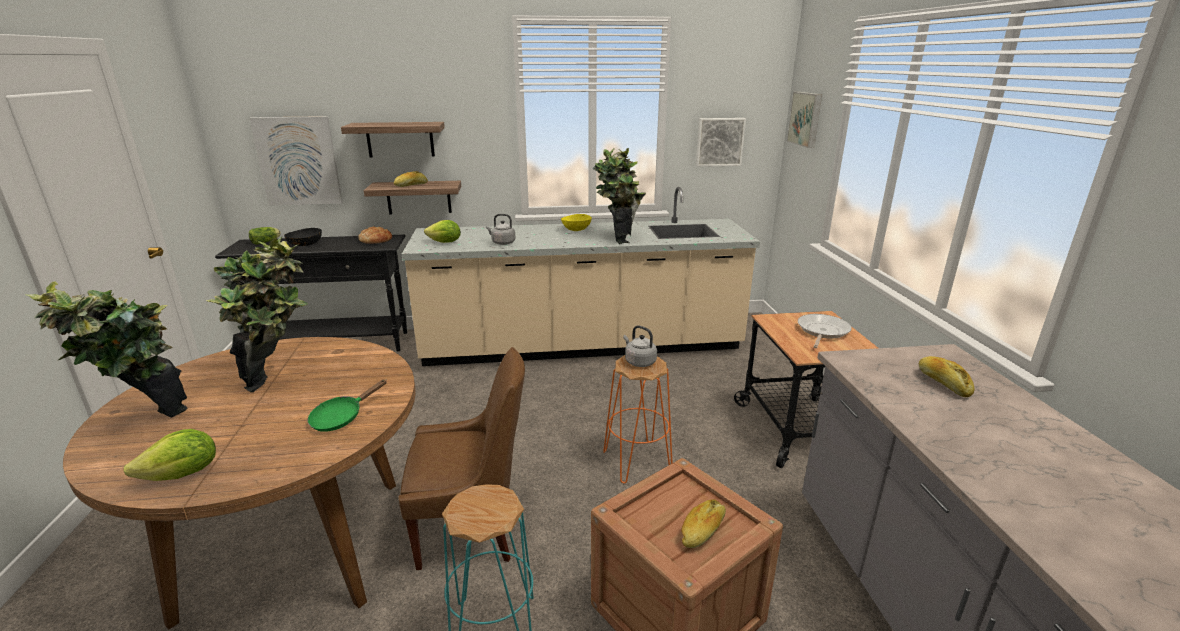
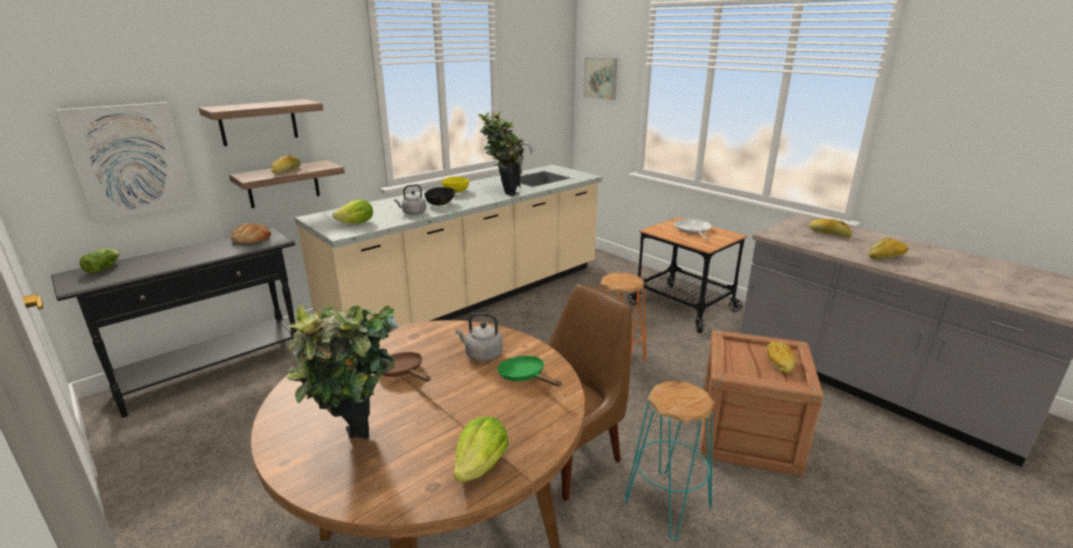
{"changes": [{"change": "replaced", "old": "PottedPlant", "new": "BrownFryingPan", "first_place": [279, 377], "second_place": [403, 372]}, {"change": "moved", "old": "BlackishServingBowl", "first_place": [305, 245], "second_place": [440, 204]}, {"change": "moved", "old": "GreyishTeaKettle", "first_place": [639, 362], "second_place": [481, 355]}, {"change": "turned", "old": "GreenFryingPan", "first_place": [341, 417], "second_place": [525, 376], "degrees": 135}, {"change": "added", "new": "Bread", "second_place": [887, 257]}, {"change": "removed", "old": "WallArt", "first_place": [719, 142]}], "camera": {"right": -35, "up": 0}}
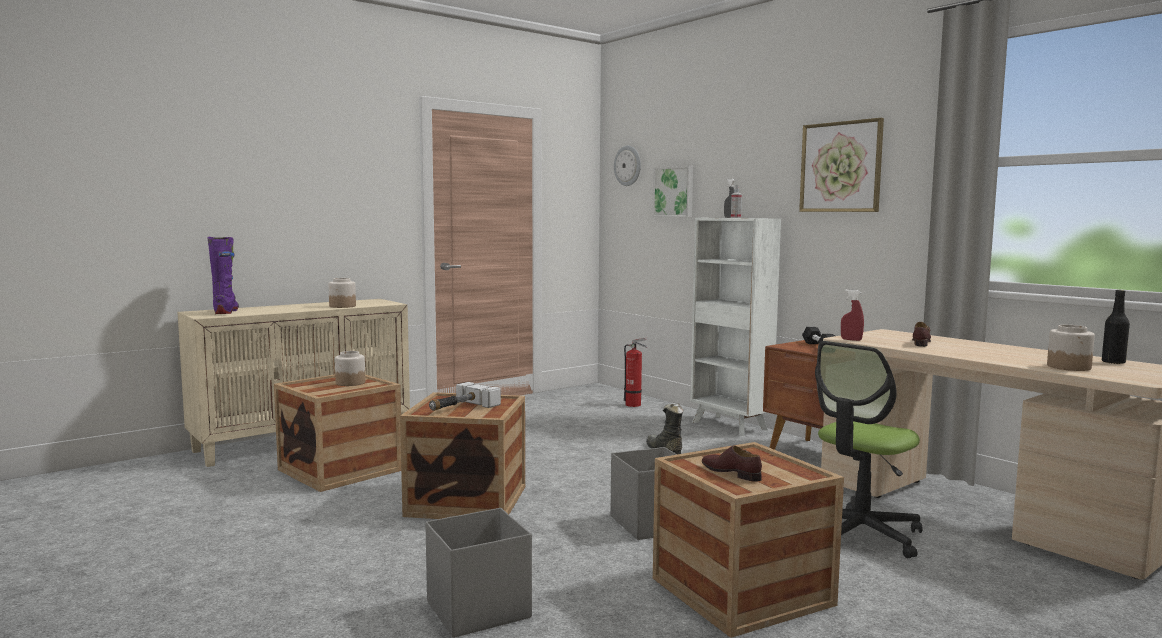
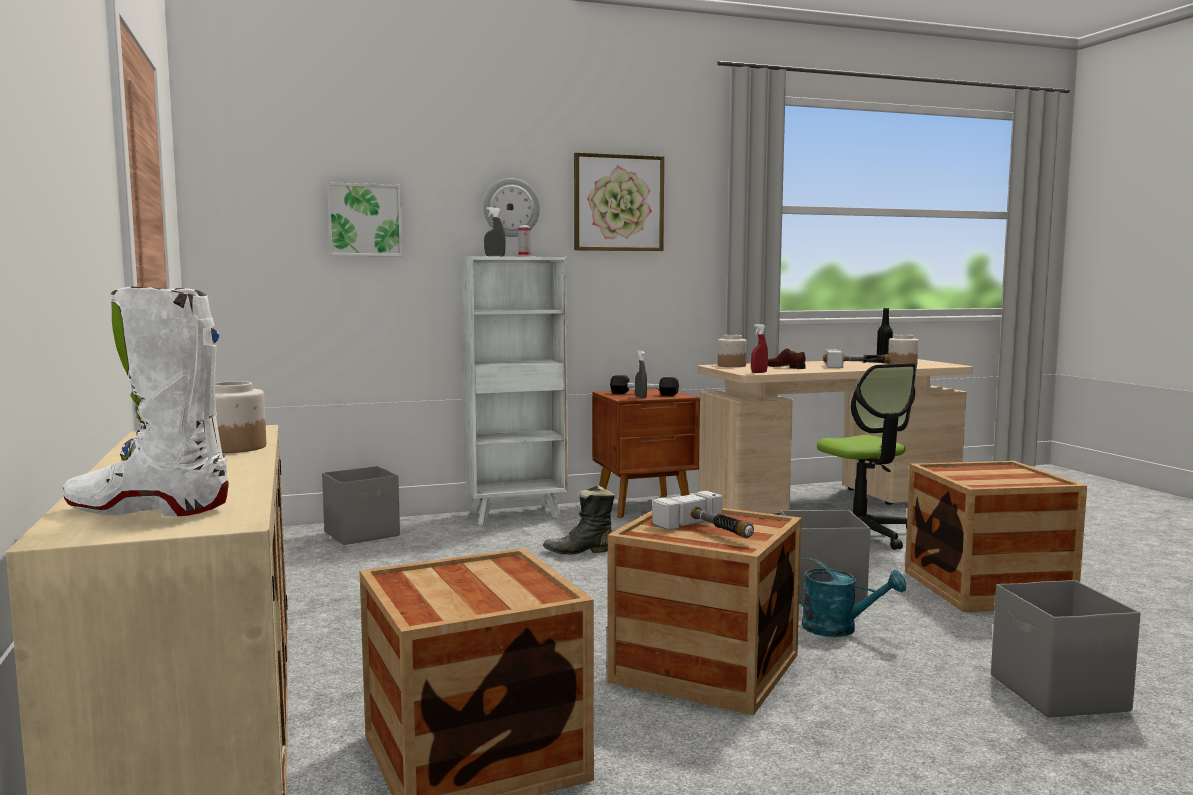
{"changes": [{"change": "recoloured", "old": "PurpleTallBoot", "new": "WhitishTallBoot", "first_place": [226, 312], "second_place": [148, 509]}, {"change": "replaced", "old": "Extinguisher", "new": "GreyishStorageContainer", "first_place": [635, 405], "second_place": [363, 534]}, {"change": "moved", "old": "ClockOnTheWall", "first_place": [628, 165], "second_place": [511, 207]}, {"change": "added", "new": "GreyishHandSprayer", "second_place": [640, 397]}, {"change": "moved", "old": "PreserveJar", "first_place": [350, 383], "second_place": [731, 366]}, {"change": "added", "new": "BlueGreenWateringCan", "second_place": [839, 629]}, {"change": "added", "new": "HandHammer", "second_place": [857, 366]}, {"change": "removed", "old": "BrownShoe", "first_place": [731, 473]}], "camera": {"right": -70, "up": 0}}
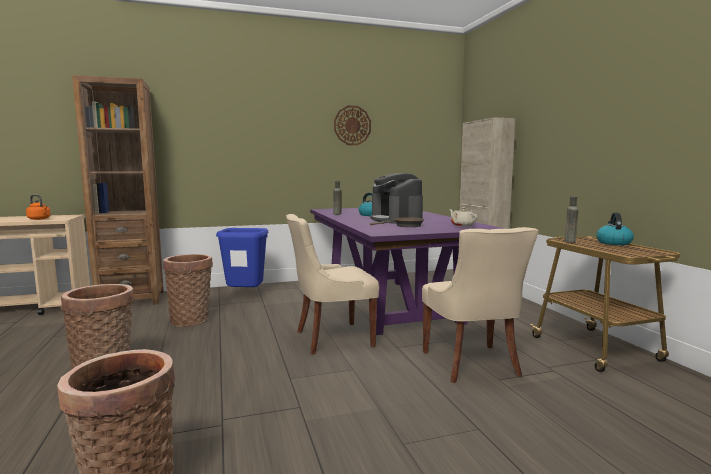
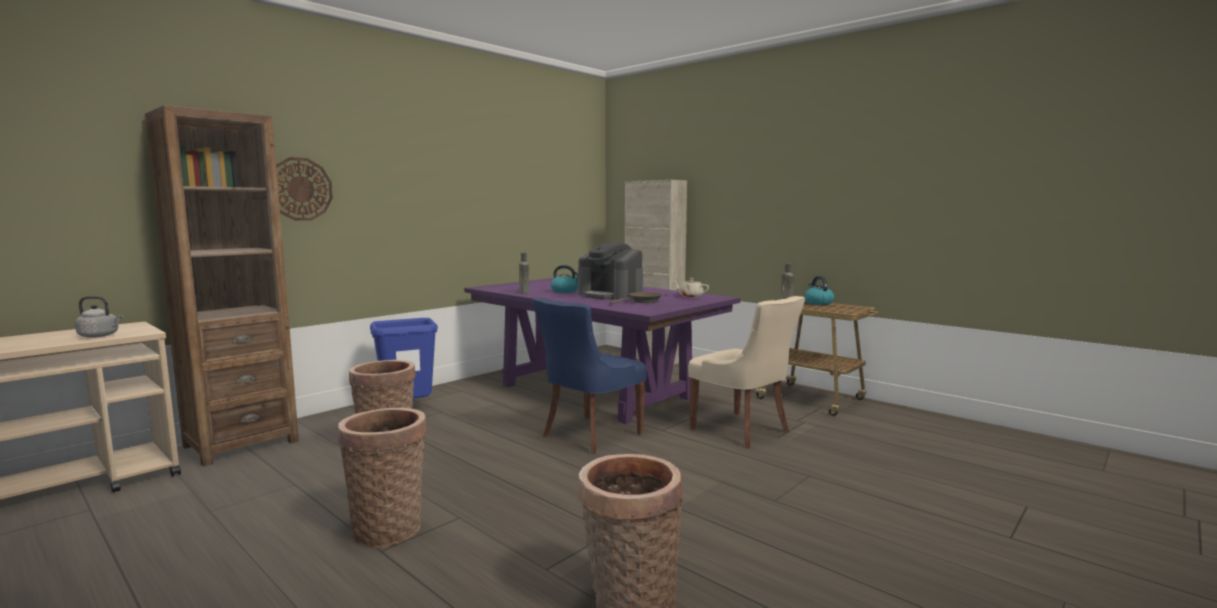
{"changes": [{"change": "recoloured", "old": "OrangeTeaKettle", "new": "GreyishTeaKettle", "first_place": [39, 219], "second_place": [100, 335]}, {"change": "moved", "old": "ClockOnTheWall", "first_place": [352, 125], "second_place": [300, 189]}, {"change": "recoloured", "old": "BeigeUprightChair", "new": "BlueColouredUprightChair", "first_place": [332, 338], "second_place": [589, 435]}], "camera": {"right": -30, "up": 0}}
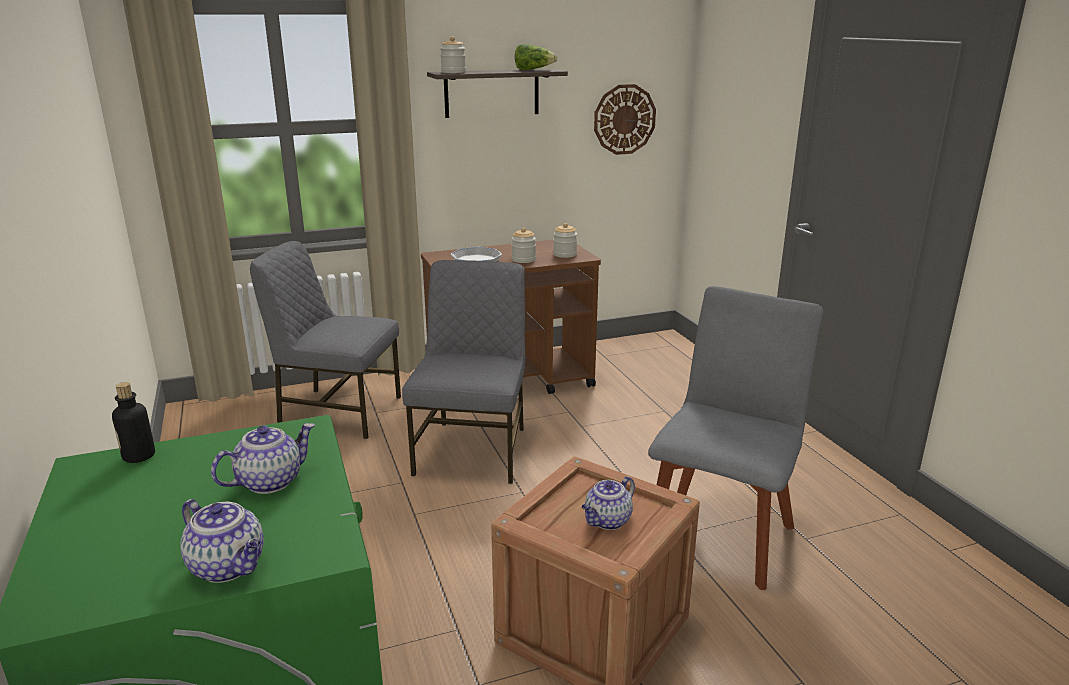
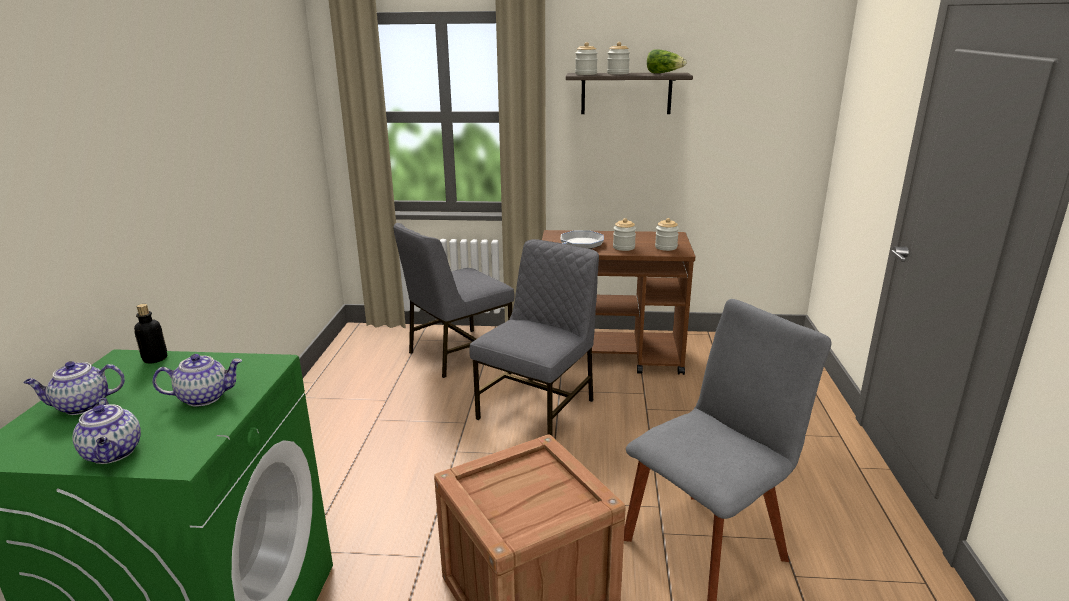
{"changes": [{"change": "moved", "old": "Teapot", "first_place": [607, 521], "second_place": [81, 406]}, {"change": "turned", "old": "GreyishUprightChair", "first_place": [338, 411], "second_place": [458, 353], "degrees": -75}, {"change": "added", "new": "PreserveJar", "second_place": [617, 73]}, {"change": "removed", "old": "ClockOnTheWall", "first_place": [624, 119]}], "camera": {"right": 25, "up": 0}}
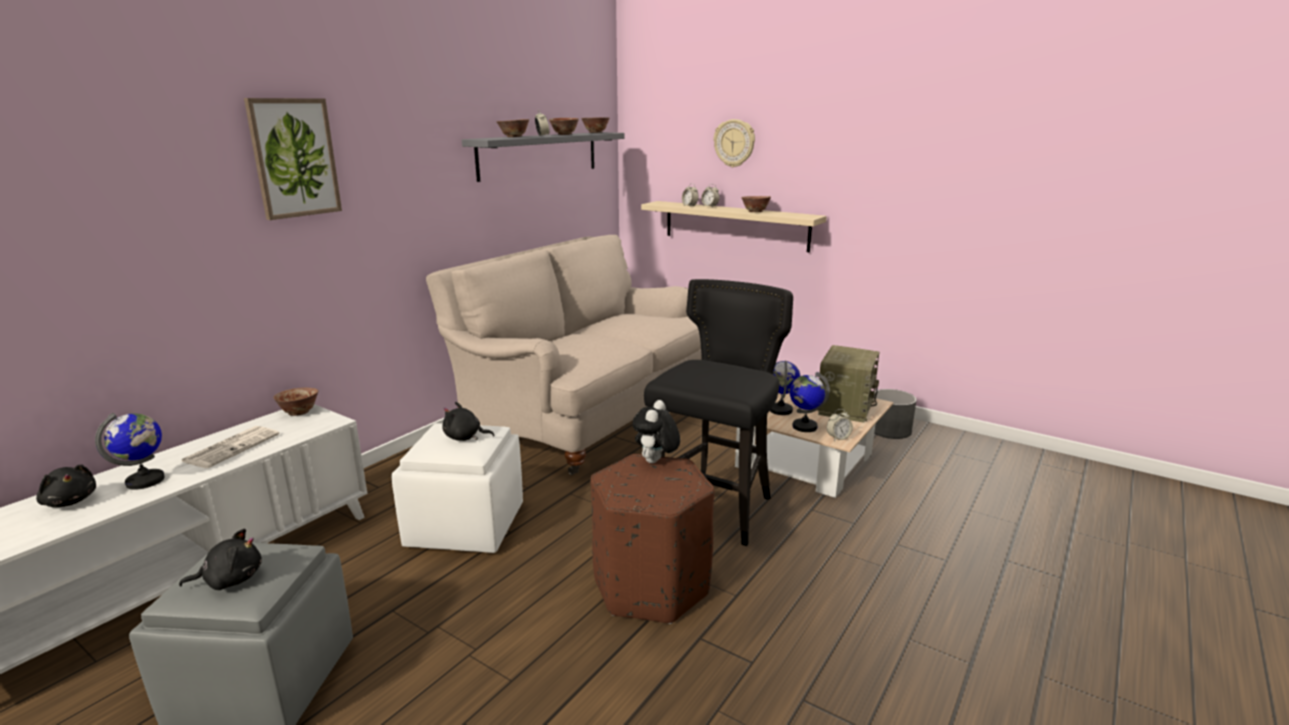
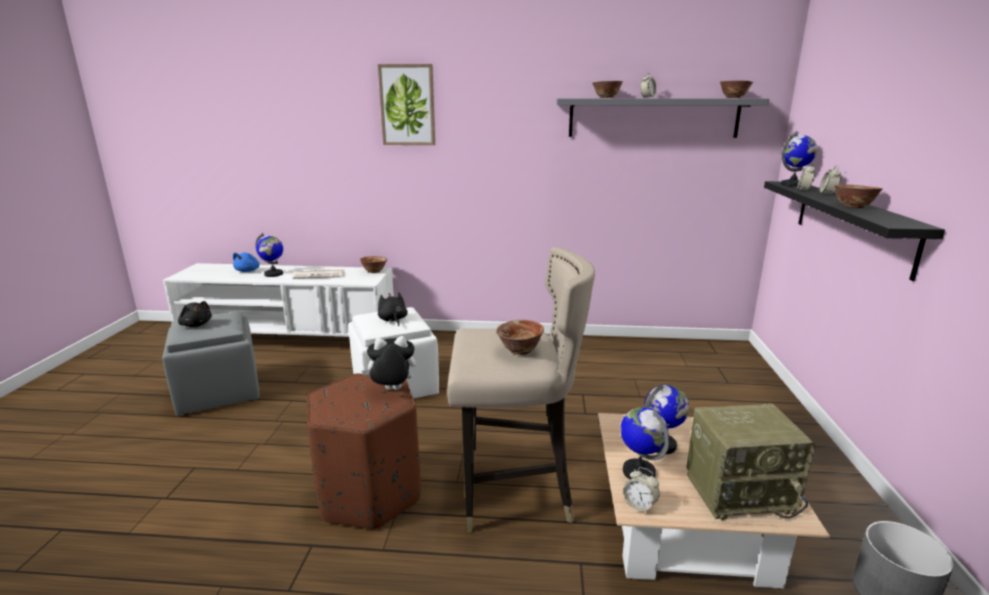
{"changes": [{"change": "recoloured", "old": "BlackishSoftToy", "new": "BlueColouredSoftToy", "first_place": [70, 501], "second_place": [248, 271]}, {"change": "recoloured", "old": "BlackishStoolSeat", "new": "BeigeStoolSeat", "first_place": [716, 510], "second_place": [514, 493]}, {"change": "moved", "old": "ServingBowl", "first_place": [564, 134], "second_place": [520, 350]}, {"change": "recoloured", "old": "BeigeBracketShelf", "new": "BlackishBracketShelf", "first_place": [735, 225], "second_place": [851, 224]}, {"change": "added", "new": "DeskGlobe", "second_place": [793, 185]}, {"change": "removed", "old": "BeigeSofa", "first_place": [586, 415]}, {"change": "removed", "old": "ClockOnTheWall", "first_place": [734, 143]}], "camera": {"right": 60, "up": 0}}
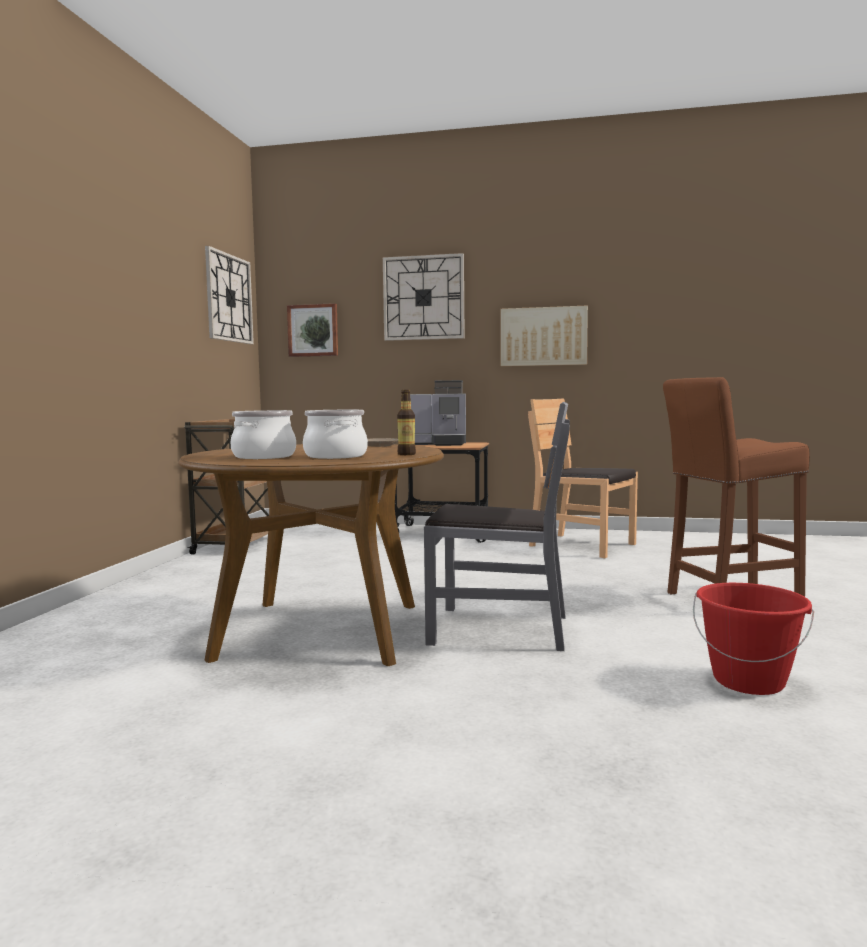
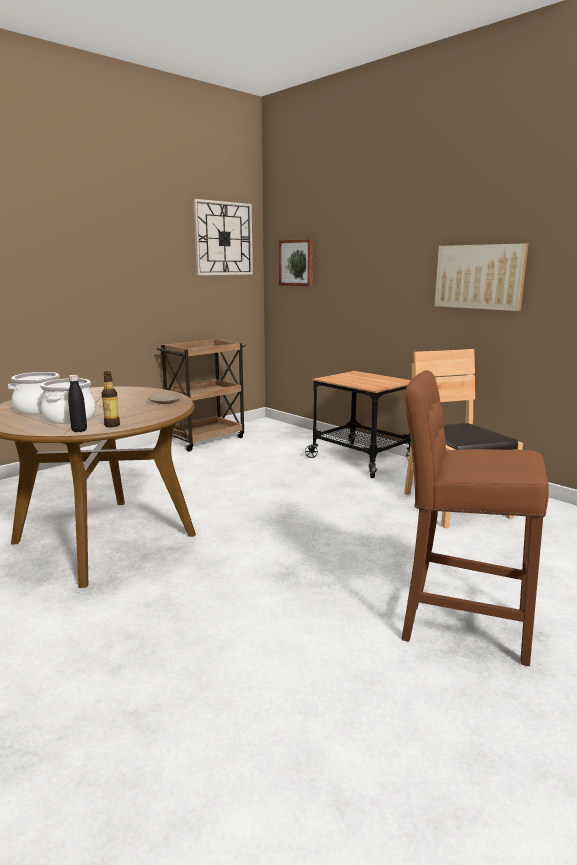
{"changes": [{"change": "added", "new": "BlackishDrinkBottle", "second_place": [79, 430]}, {"change": "removed", "old": "ClockOnTheWall", "first_place": [423, 298]}, {"change": "removed", "old": "CoffeeMachine", "first_place": [441, 444]}, {"change": "removed", "old": "GreyishUprightChair", "first_place": [498, 629]}, {"change": "removed", "old": "ReddishPail", "first_place": [748, 681]}], "camera": {"right": 35, "up": 10}}
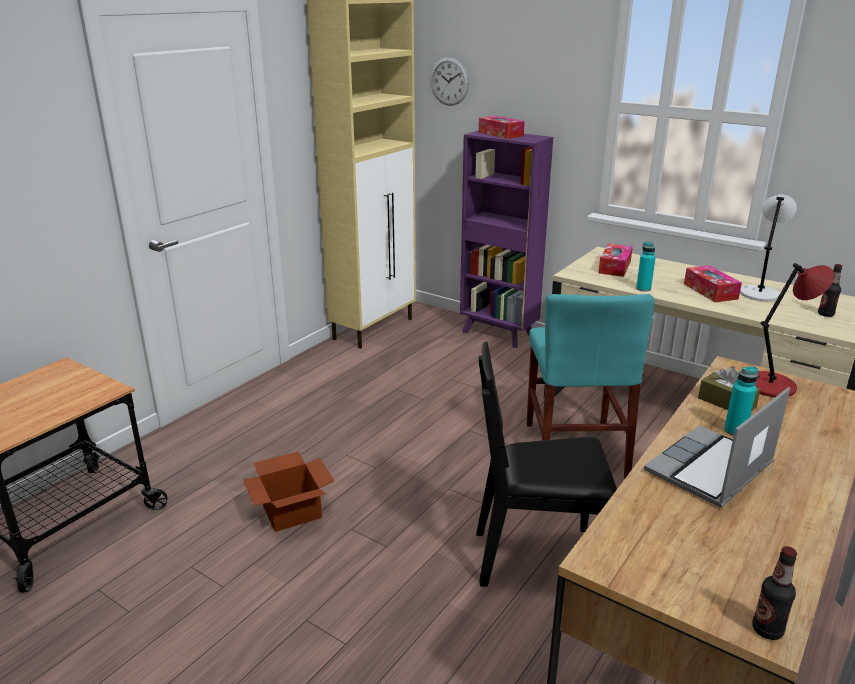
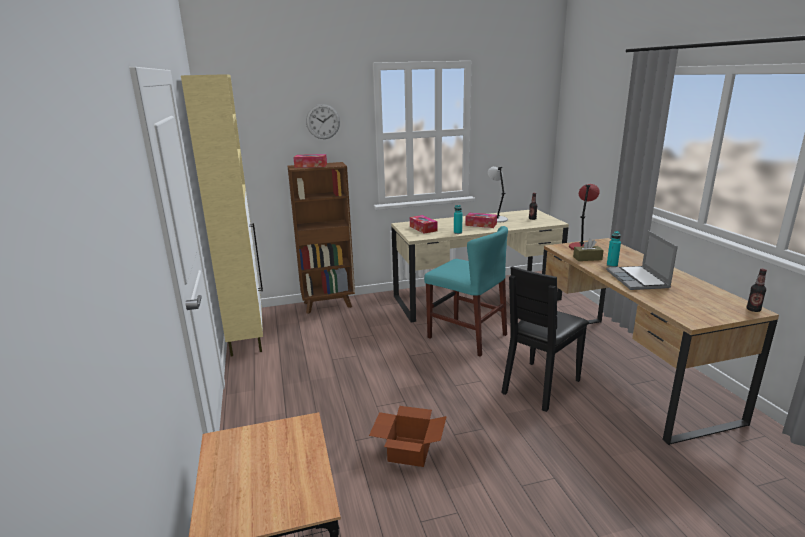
{"changes": [{"change": "recoloured", "old": "PurpleShelvingUnit", "new": "BrownShelvingUnit", "first_place": [499, 334], "second_place": [329, 305]}, {"change": "moved", "old": "ClockOnTheWall", "first_place": [449, 81], "second_place": [323, 121]}], "camera": {"right": -50, "up": -5}}
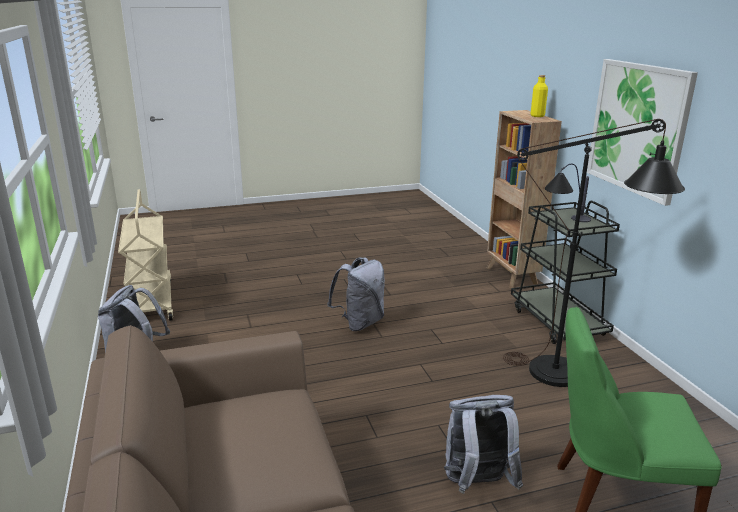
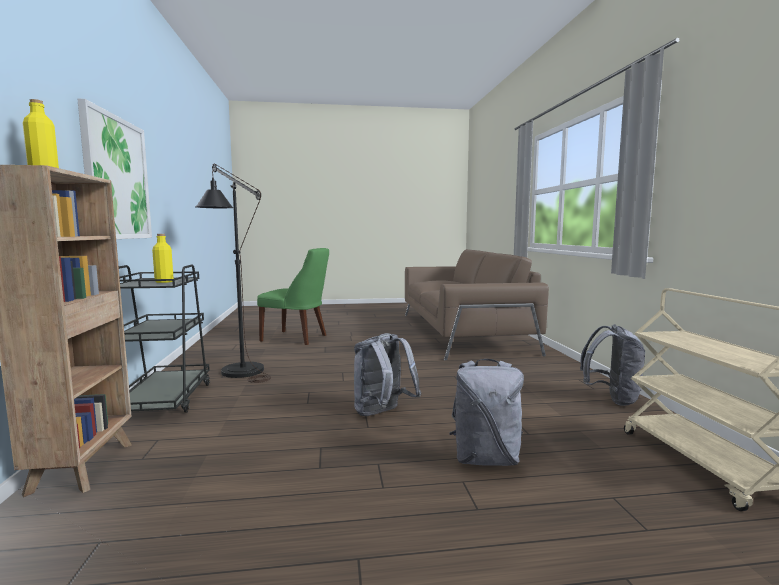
{"changes": [{"change": "replaced", "old": "LampForATable", "new": "YellowishDrinkBottle", "first_place": [564, 221], "second_place": [164, 282]}, {"change": "moved", "old": "GreyishRucksack", "first_place": [477, 484], "second_place": [485, 459]}], "camera": {"right": -170, "up": -15}}
